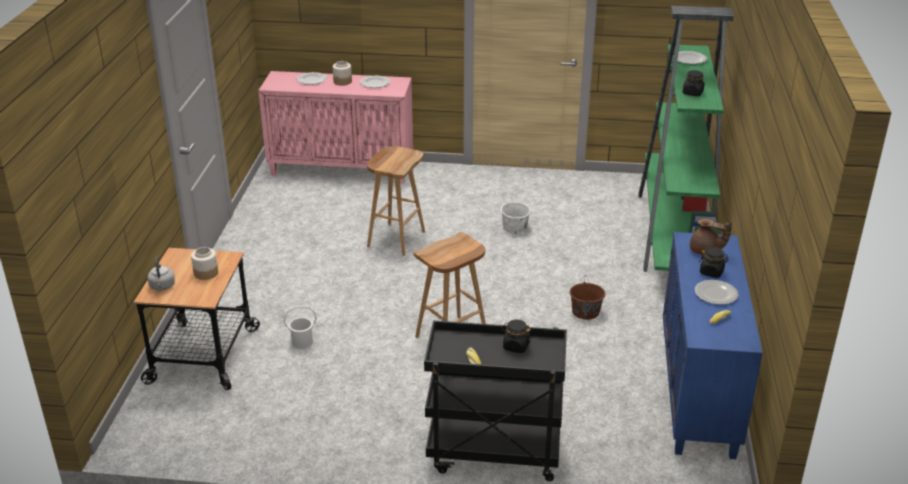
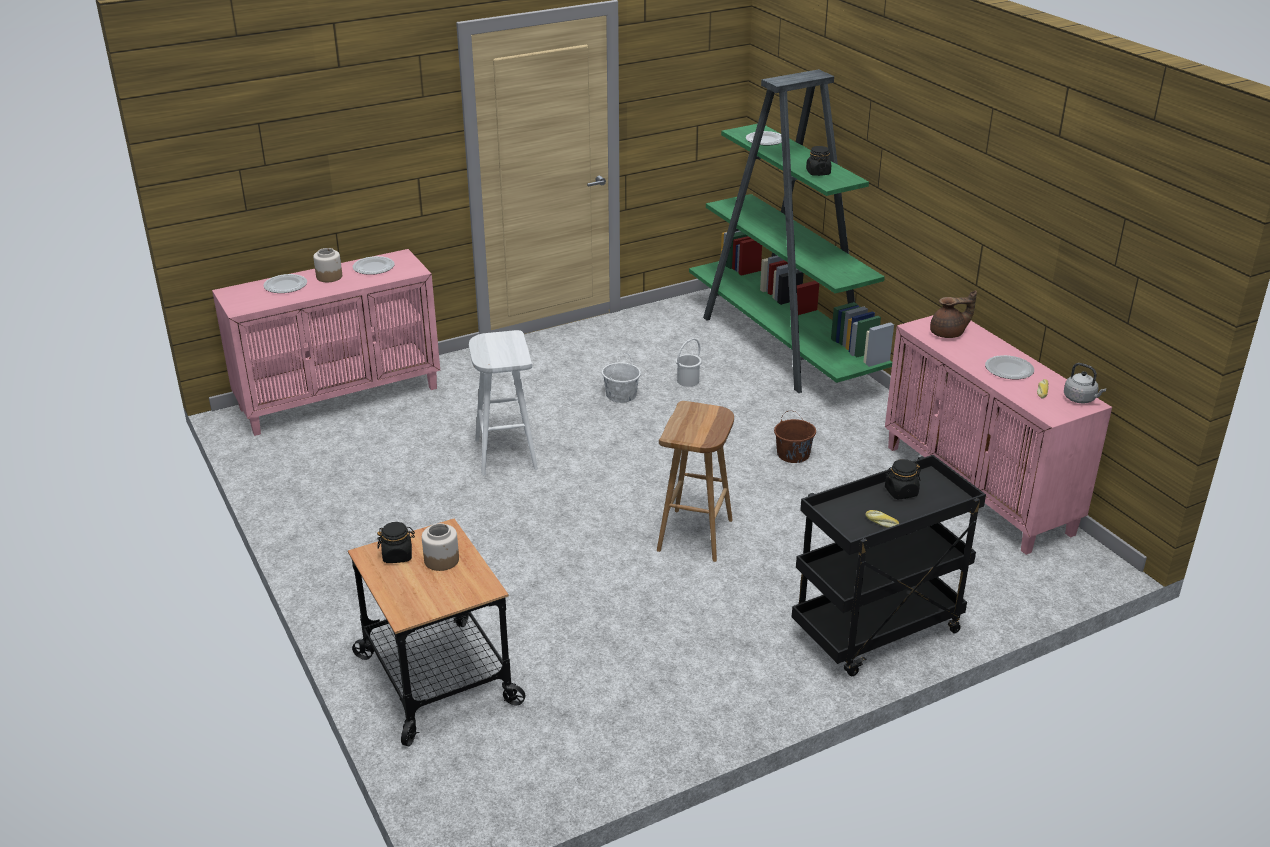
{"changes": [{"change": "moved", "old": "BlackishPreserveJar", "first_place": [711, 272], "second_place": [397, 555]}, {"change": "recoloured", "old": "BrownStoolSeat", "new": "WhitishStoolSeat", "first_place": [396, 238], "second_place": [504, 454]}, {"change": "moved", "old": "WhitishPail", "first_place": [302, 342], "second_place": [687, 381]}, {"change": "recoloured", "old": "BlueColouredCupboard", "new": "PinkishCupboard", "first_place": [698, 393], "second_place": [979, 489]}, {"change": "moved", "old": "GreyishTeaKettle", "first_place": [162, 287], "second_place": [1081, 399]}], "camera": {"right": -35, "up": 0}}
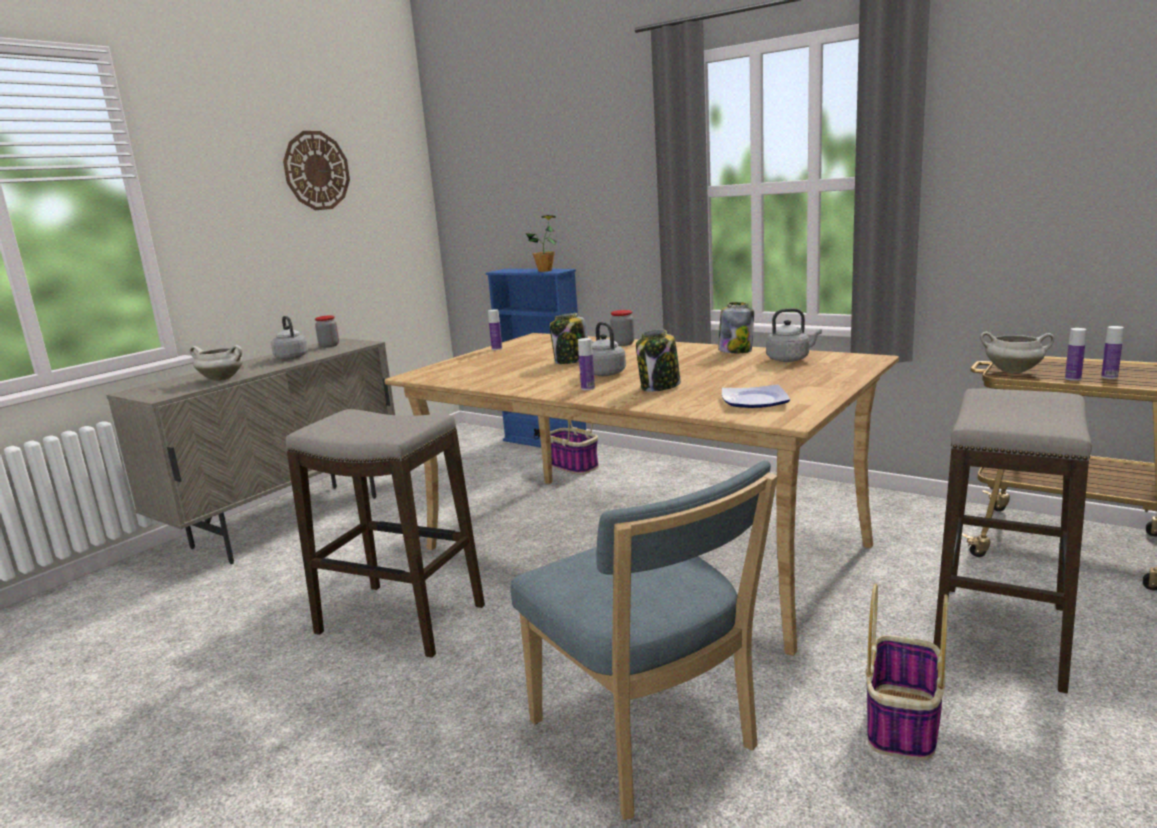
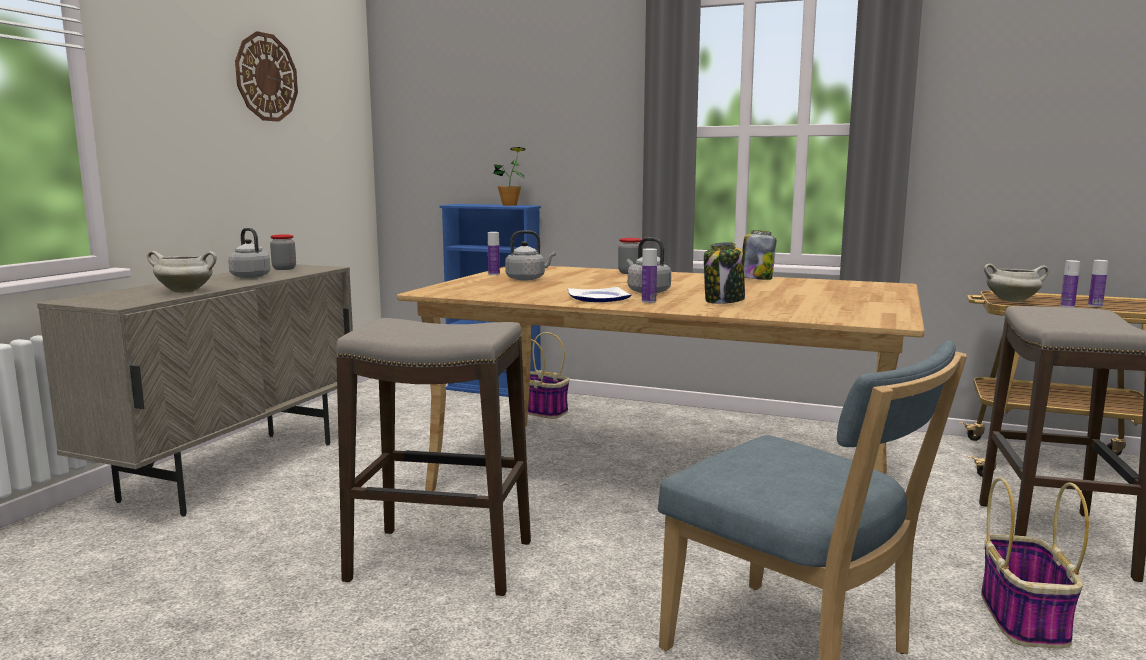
{"changes": [{"change": "moved", "old": "GreyishTeaKettle", "first_place": [790, 359], "second_place": [527, 279]}, {"change": "moved", "old": "FlatDish", "first_place": [756, 401], "second_place": [600, 299]}, {"change": "removed", "old": "PreserveJar", "first_place": [571, 361]}], "camera": {"right": -15, "up": -5}}
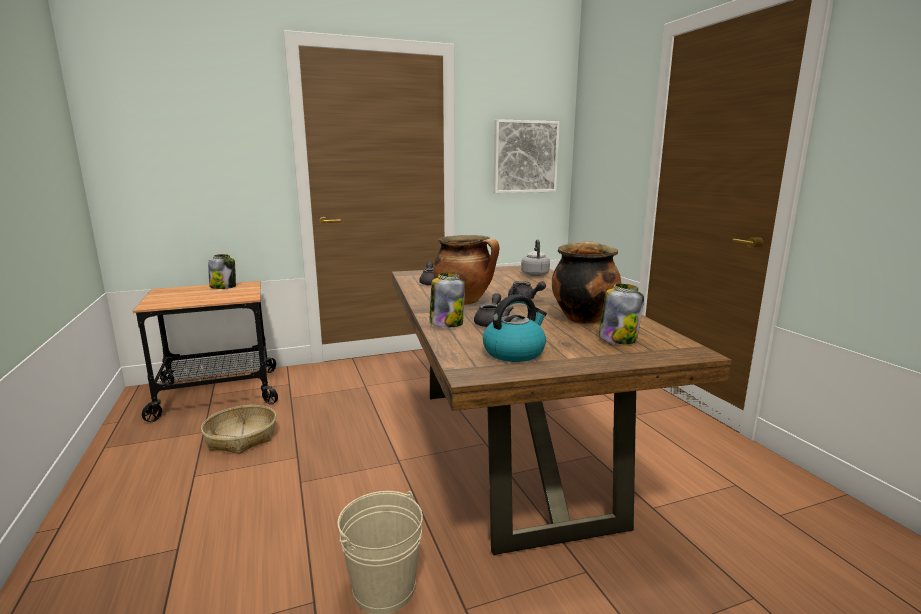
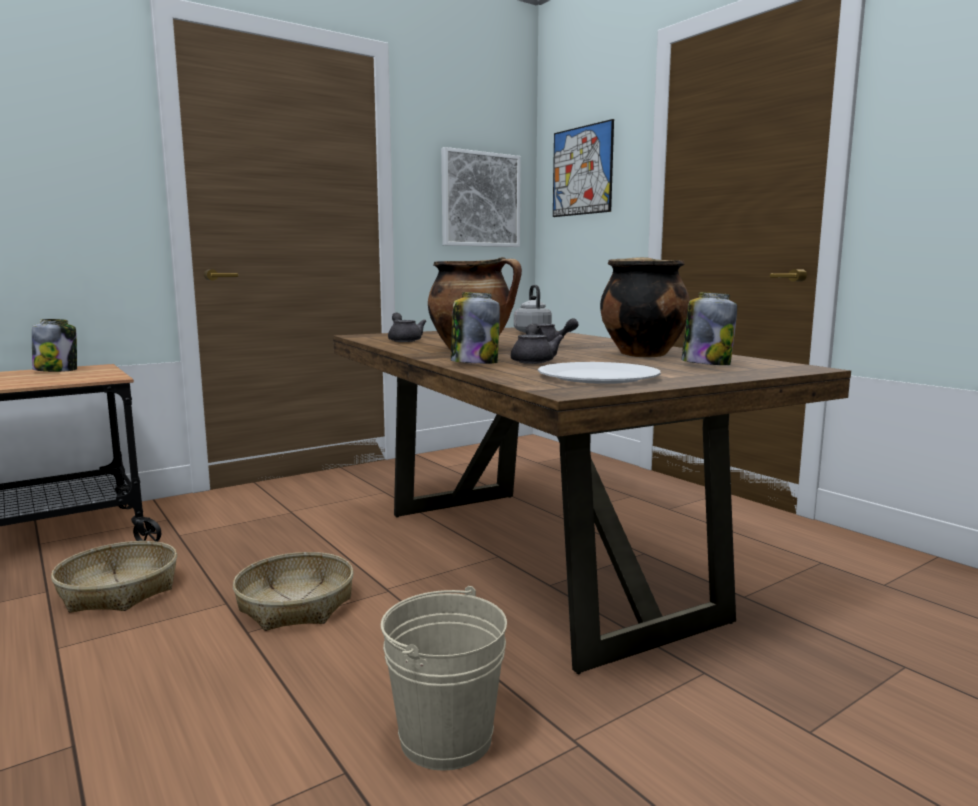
{"changes": [{"change": "added", "new": "Basket", "second_place": [295, 604]}, {"change": "replaced", "old": "TeaKettle", "new": "WhitishFlatDish", "first_place": [514, 352], "second_place": [597, 376]}, {"change": "added", "new": "WallArt", "second_place": [582, 171]}], "camera": {"right": -15, "up": -5}}
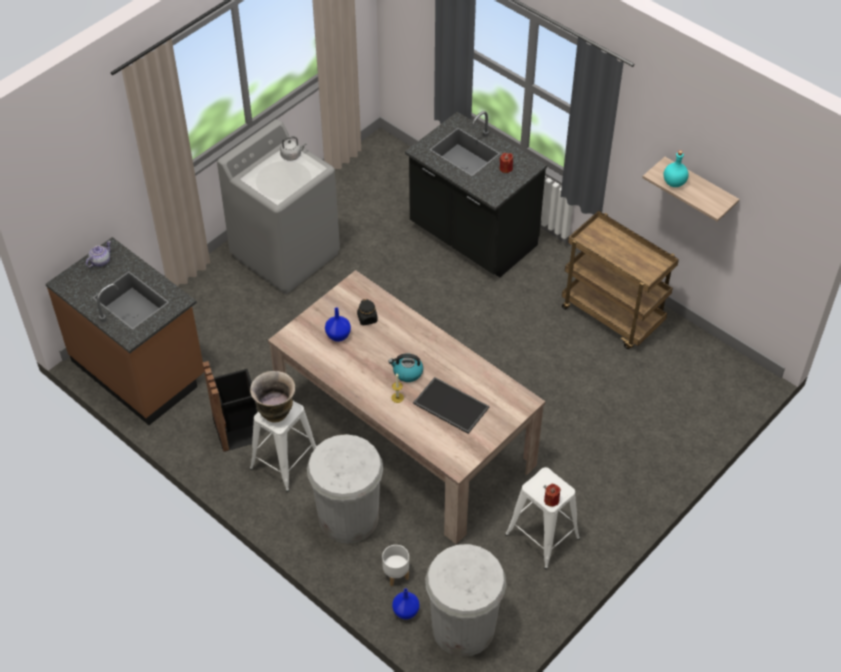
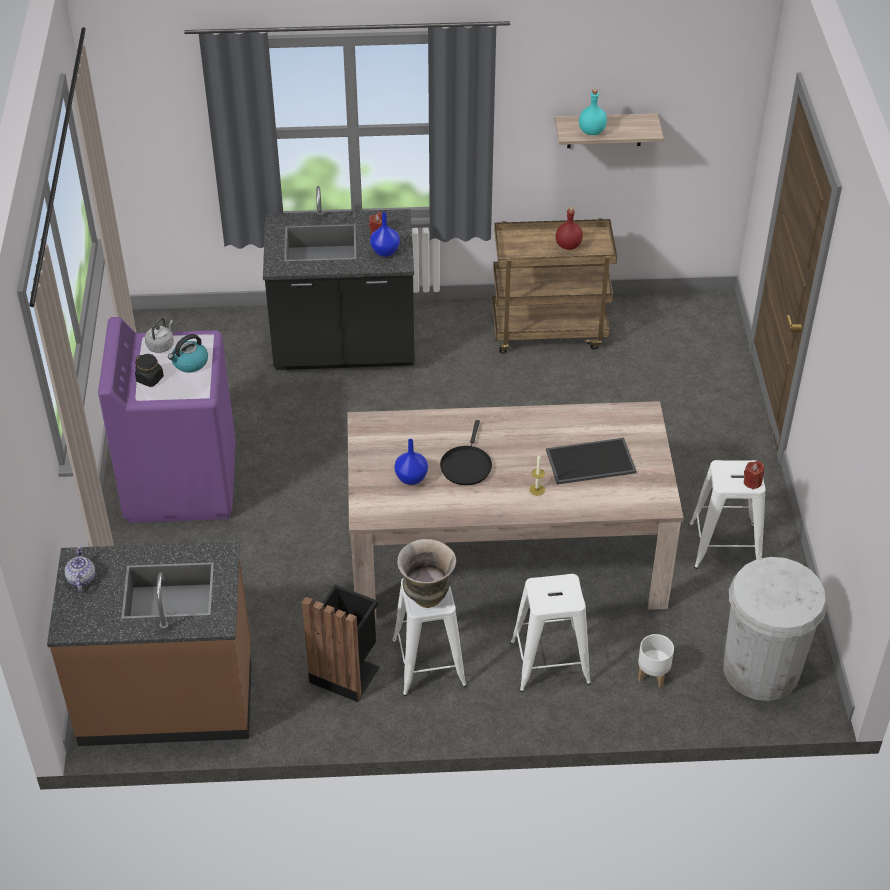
{"changes": [{"change": "recoloured", "old": "GreyishWashingMachine", "new": "PurpleWashingMachine", "first_place": [286, 254], "second_place": [181, 483]}, {"change": "moved", "old": "BlackishPreserveJar", "first_place": [367, 319], "second_place": [150, 379]}, {"change": "moved", "old": "TeaKettle", "first_place": [407, 372], "second_place": [190, 363]}, {"change": "moved", "old": "BlueColouredFlowerVase", "first_place": [405, 612], "second_place": [385, 252]}, {"change": "added", "new": "BlackishFryingPan", "second_place": [466, 465]}, {"change": "replaced", "old": "WhitishRubbishBin", "new": "WhitishStoolSeat", "first_place": [348, 517], "second_place": [550, 662]}, {"change": "added", "new": "ReddishDrinkBottle", "second_place": [568, 245]}], "camera": {"right": -45, "up": -5}}
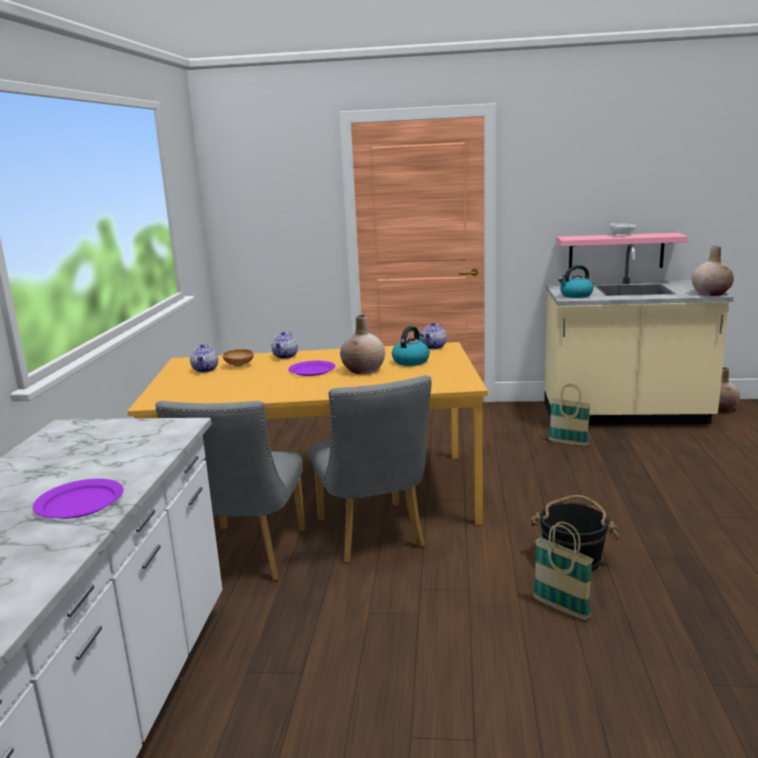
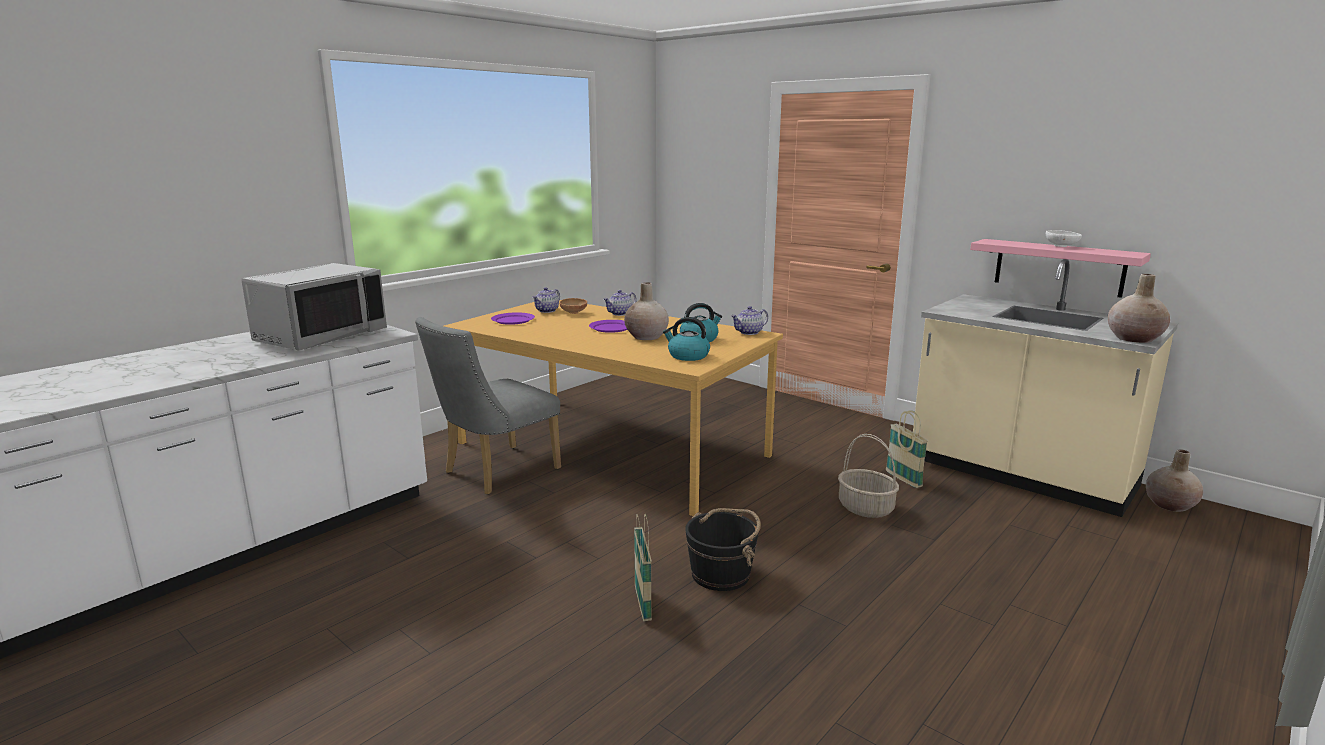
{"changes": [{"change": "added", "new": "GreyishKitchenMicrowave", "second_place": [321, 336]}, {"change": "moved", "old": "PurpleFlatDish", "first_place": [80, 502], "second_place": [513, 320]}, {"change": "moved", "old": "TeaKettle", "first_place": [575, 295], "second_place": [687, 356]}, {"change": "added", "new": "Basket", "second_place": [866, 508]}, {"change": "removed", "old": "GreyishUprightChair", "first_place": [373, 537]}], "camera": {"right": 35, "up": 0}}
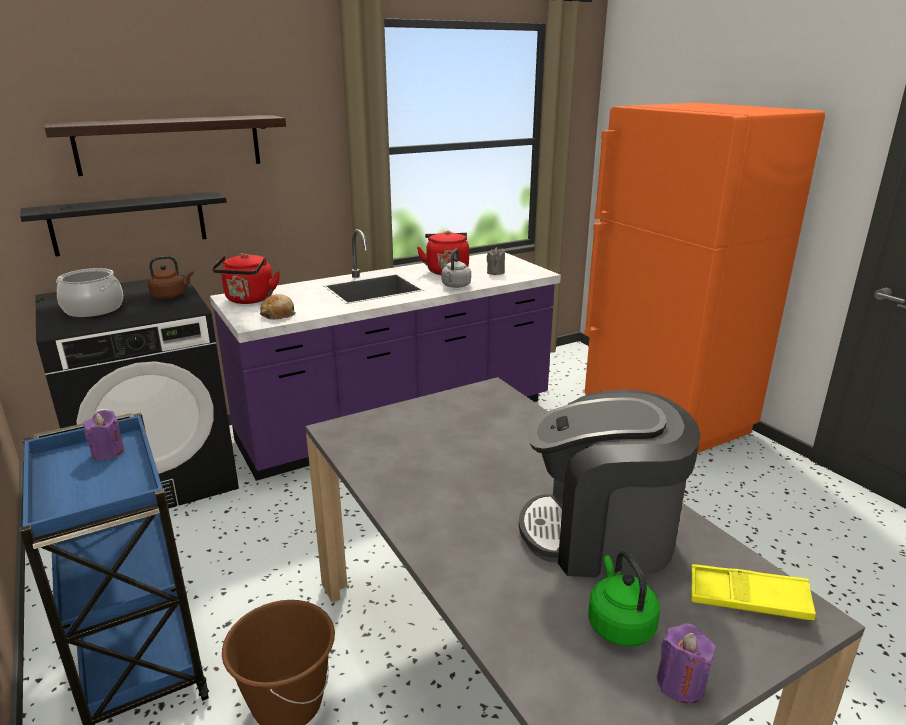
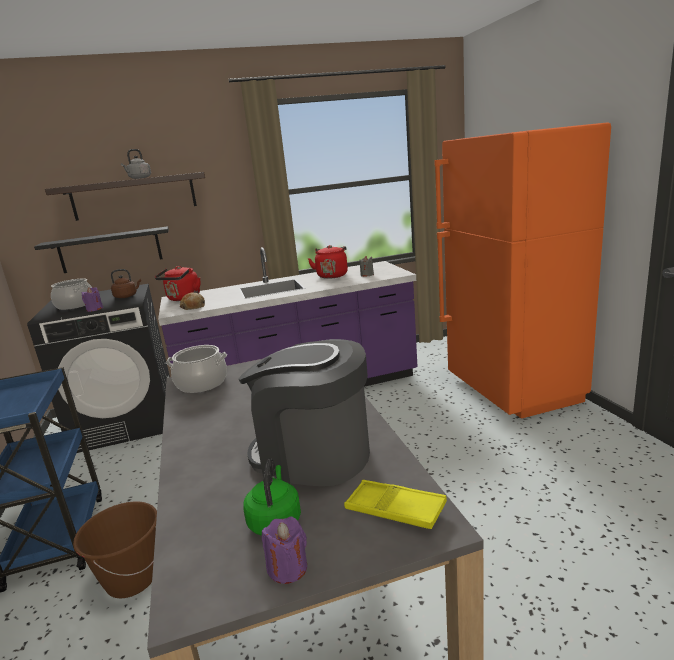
{"changes": [{"change": "moved", "old": "PurpleCandle", "first_place": [108, 452], "second_place": [94, 309]}, {"change": "moved", "old": "GreyishTeaKettle", "first_place": [455, 286], "second_place": [139, 178]}, {"change": "added", "new": "CookingPot", "second_place": [201, 383]}], "camera": {"right": 15, "up": -5}}
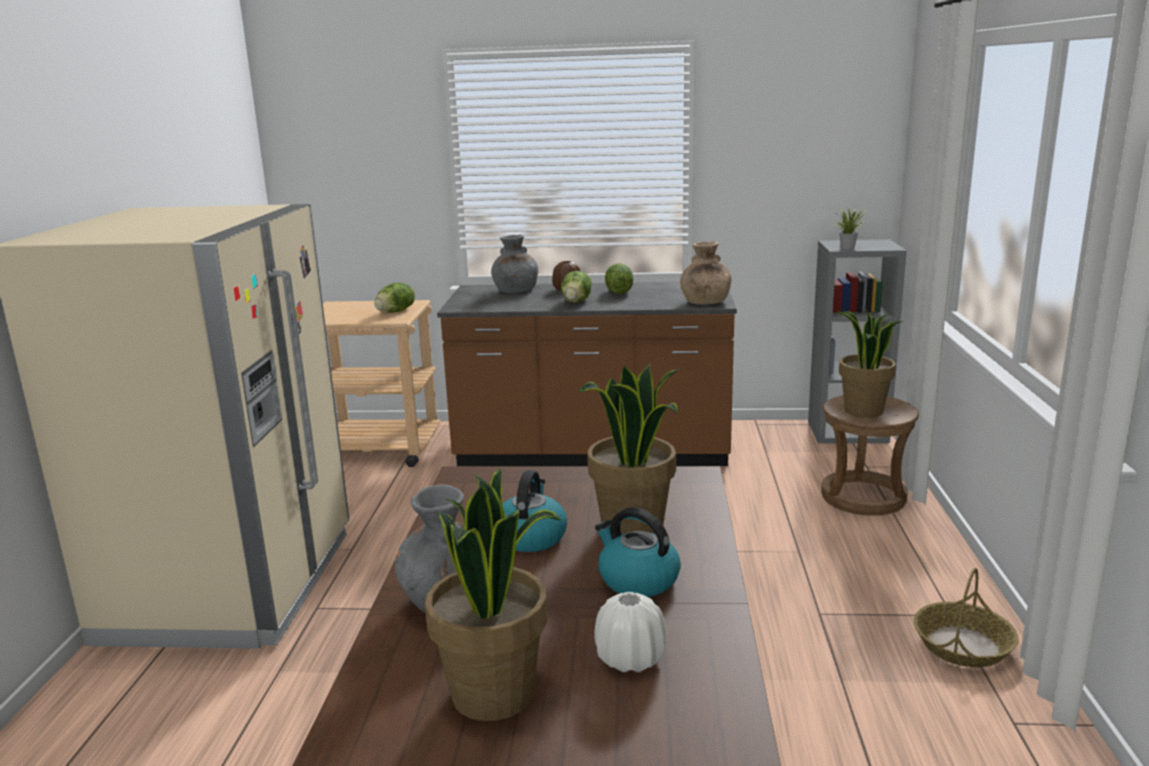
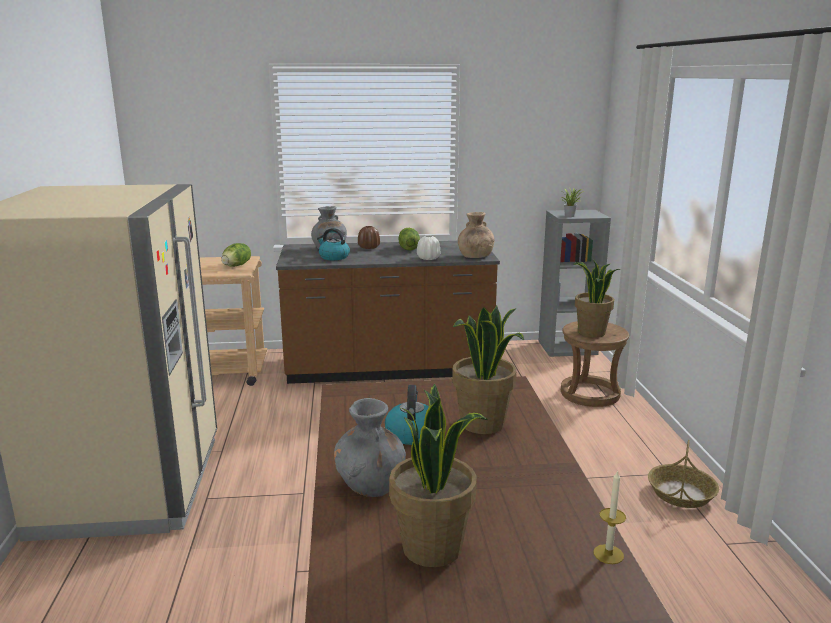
{"changes": [{"change": "moved", "old": "TeaKettle", "first_place": [637, 580], "second_place": [333, 257]}, {"change": "moved", "old": "WhitishFlowerVase", "first_place": [630, 659], "second_place": [428, 258]}, {"change": "added", "new": "Candle", "second_place": [608, 554]}, {"change": "removed", "old": "Lettuce", "first_place": [577, 302]}], "camera": {"right": -10, "up": 0}}
